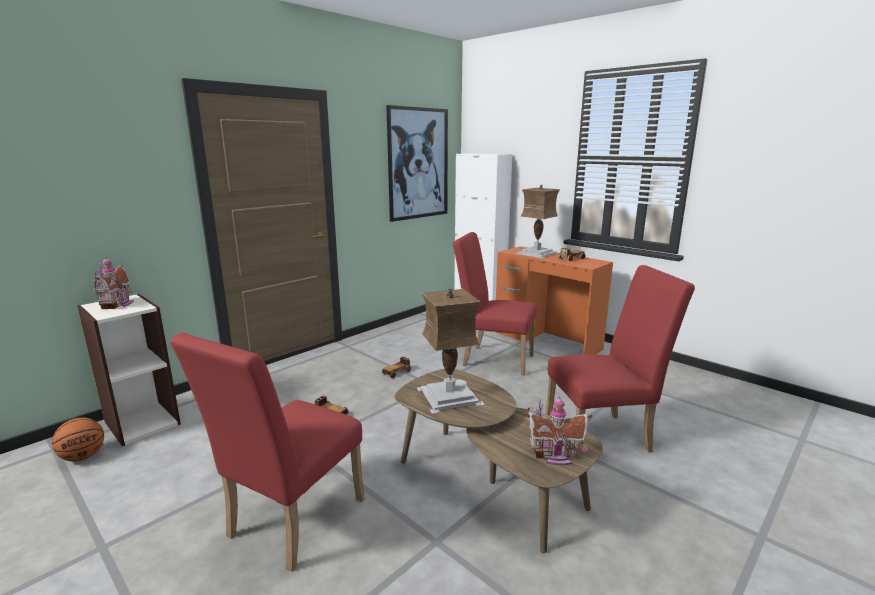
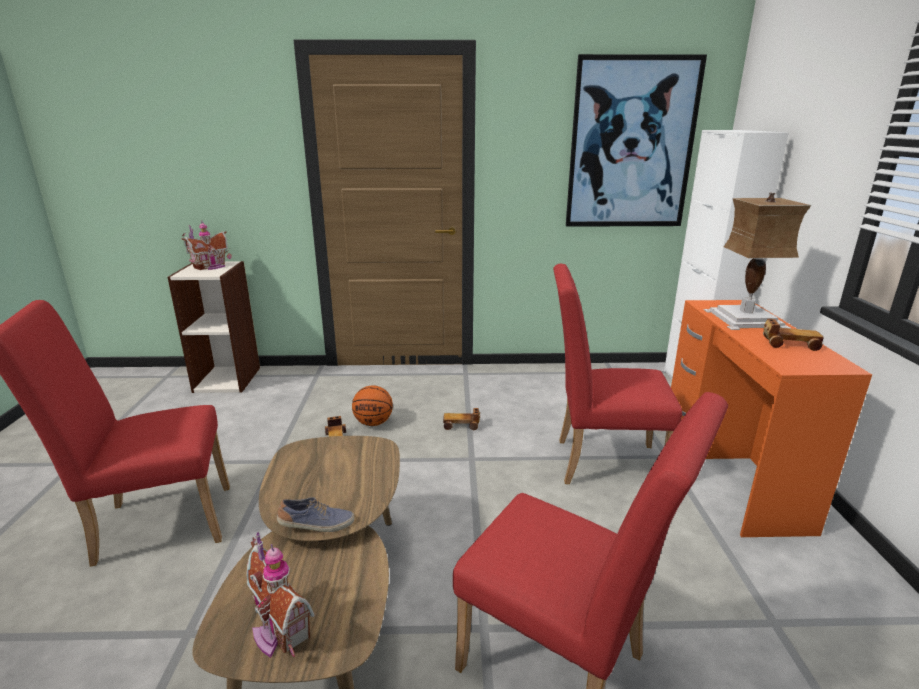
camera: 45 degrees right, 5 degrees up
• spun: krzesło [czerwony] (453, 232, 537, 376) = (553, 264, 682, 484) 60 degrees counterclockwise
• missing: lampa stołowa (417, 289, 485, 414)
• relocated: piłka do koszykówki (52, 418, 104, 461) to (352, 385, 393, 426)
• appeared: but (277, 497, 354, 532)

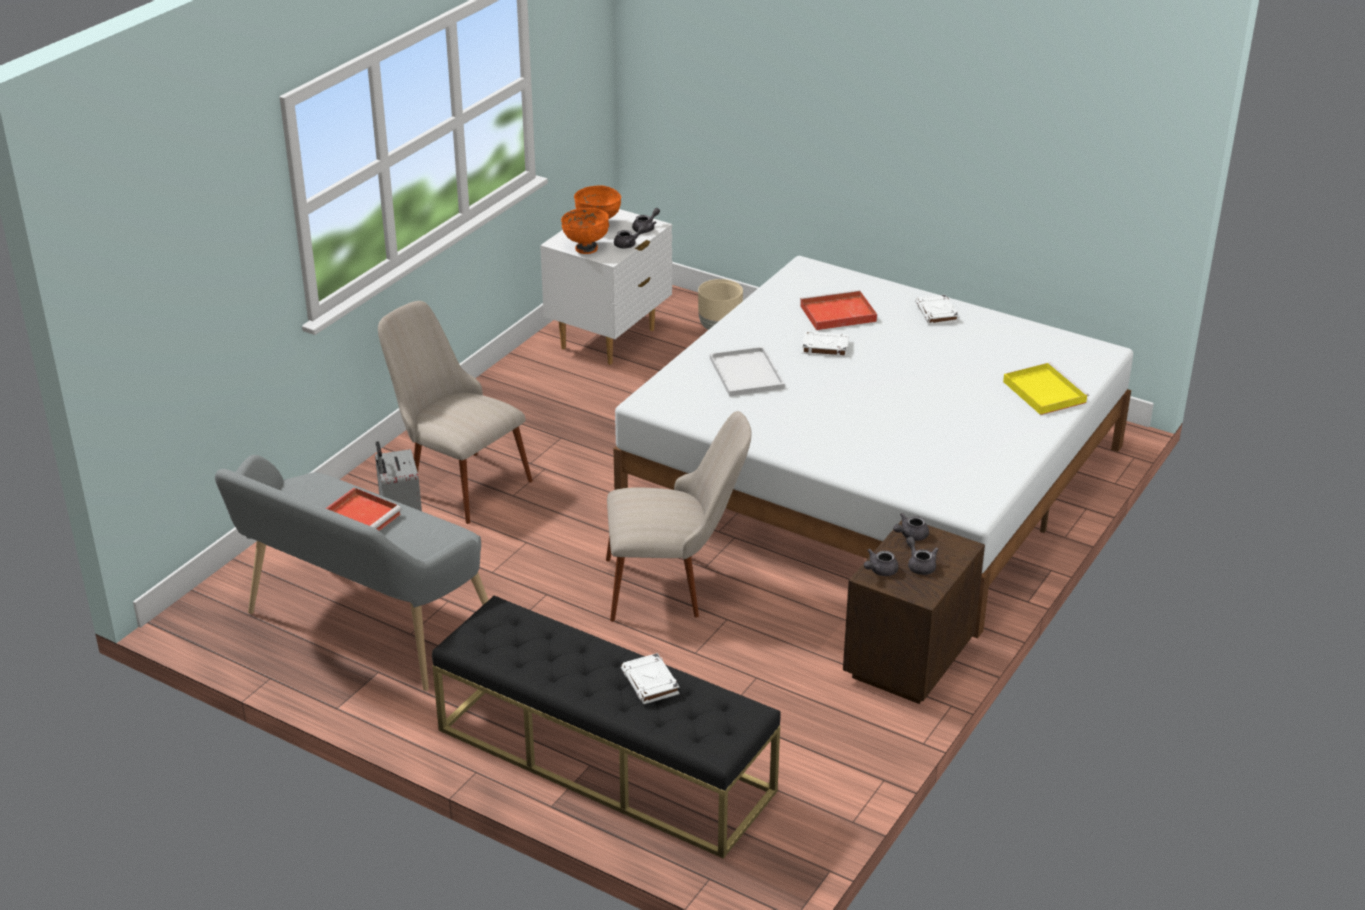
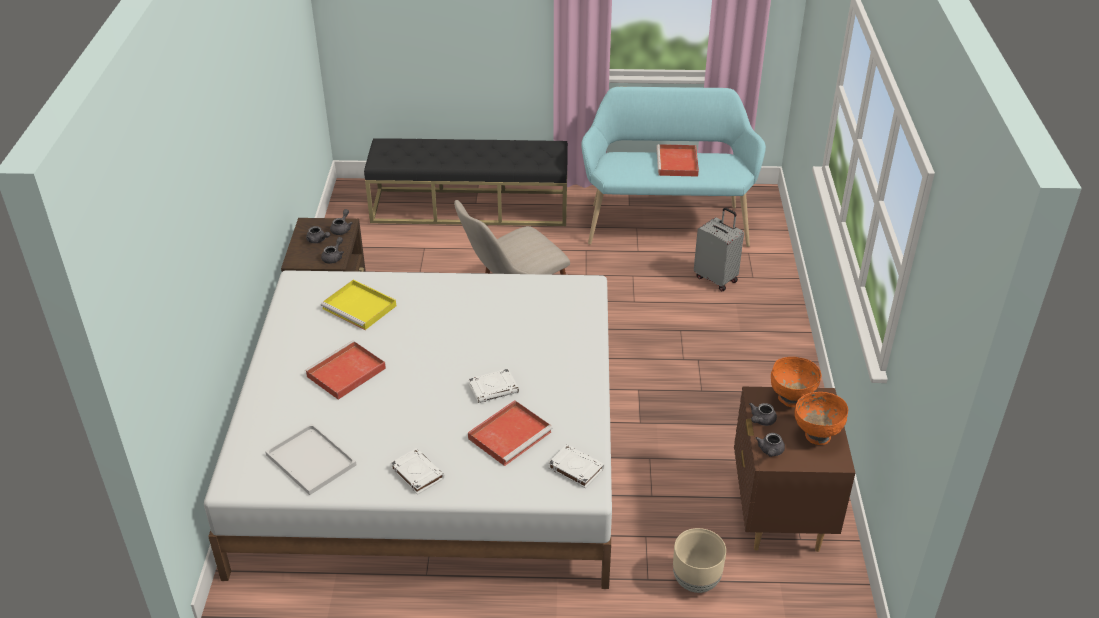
camera: 150 degrees right, 5 degrees up
• colour: szafka nocna [biały] (540, 209, 672, 365) to szafka nocna [brązowy] (734, 387, 855, 552)
• missing: krzesło [beżowy] (378, 301, 533, 524)
• relocated: taca [biały] (710, 347, 785, 396) to (265, 424, 356, 495)
• relocated: taca [żółty] (1003, 362, 1089, 415) to (321, 280, 396, 330)
• colour: ławka [szary] (215, 455, 489, 691) to ławka [turkusowy] (581, 87, 766, 247)
• relocated: książka [biały] (621, 653, 680, 704) to (548, 444, 605, 488)
• appeared: taca [czerwony] (305, 340, 386, 400)

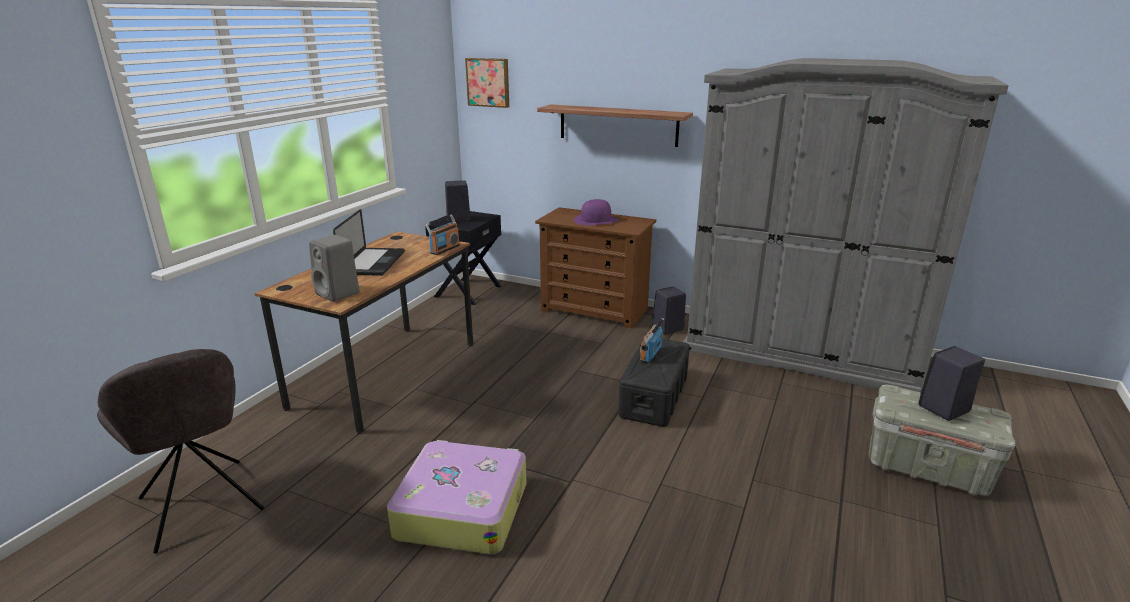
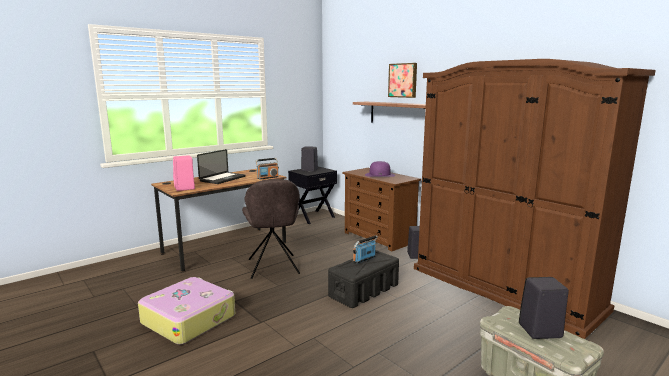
camera: 25 degrees right, 10 degrees down
• relocated: obraz (465, 58, 509, 108) to (388, 63, 417, 98)
• colour: szafa [szary] (683, 58, 1009, 392) to szafa [brązowy] (414, 59, 656, 339)
• colour: głośnik [szary] (309, 235, 360, 302) to głośnik [różowy] (173, 155, 195, 191)
• relocated: krzesło [szary] (97, 349, 264, 554) to (242, 179, 300, 279)

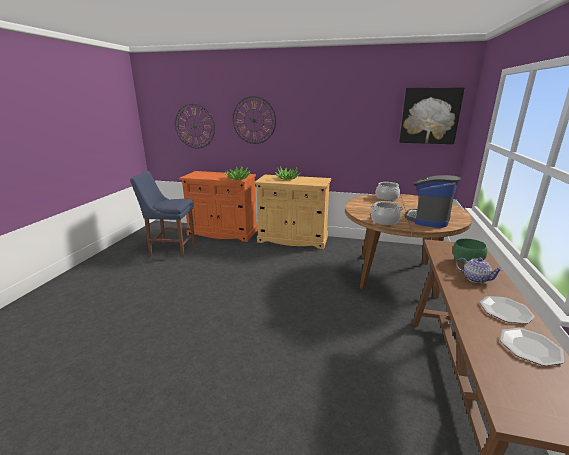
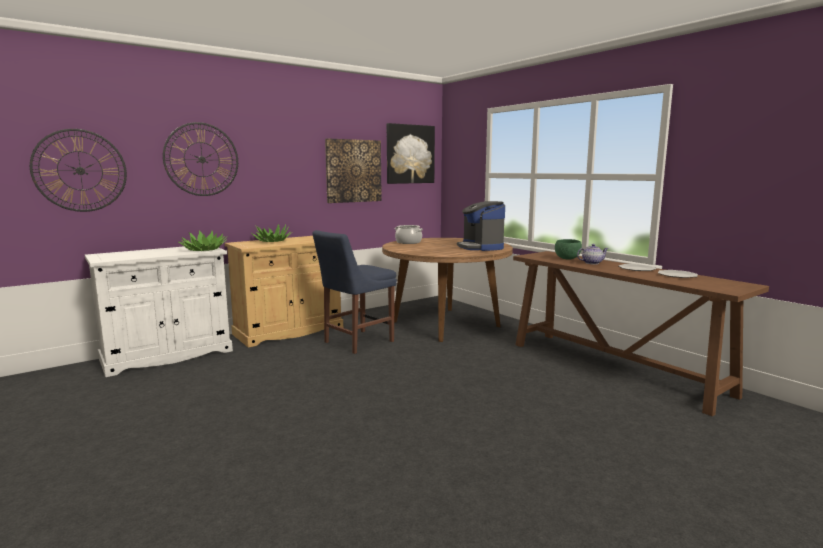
camera: 50 degrees left, 10 degrees down
• relocated: krzesło [niebieski] (130, 171, 195, 257) to (312, 230, 397, 354)
• colour: szafka [pomarańczowy] (179, 171, 257, 242) to szafka [biały] (85, 246, 233, 377)
• missing: garnek (370, 201, 404, 225)
• appeared: obraz (325, 138, 382, 203)

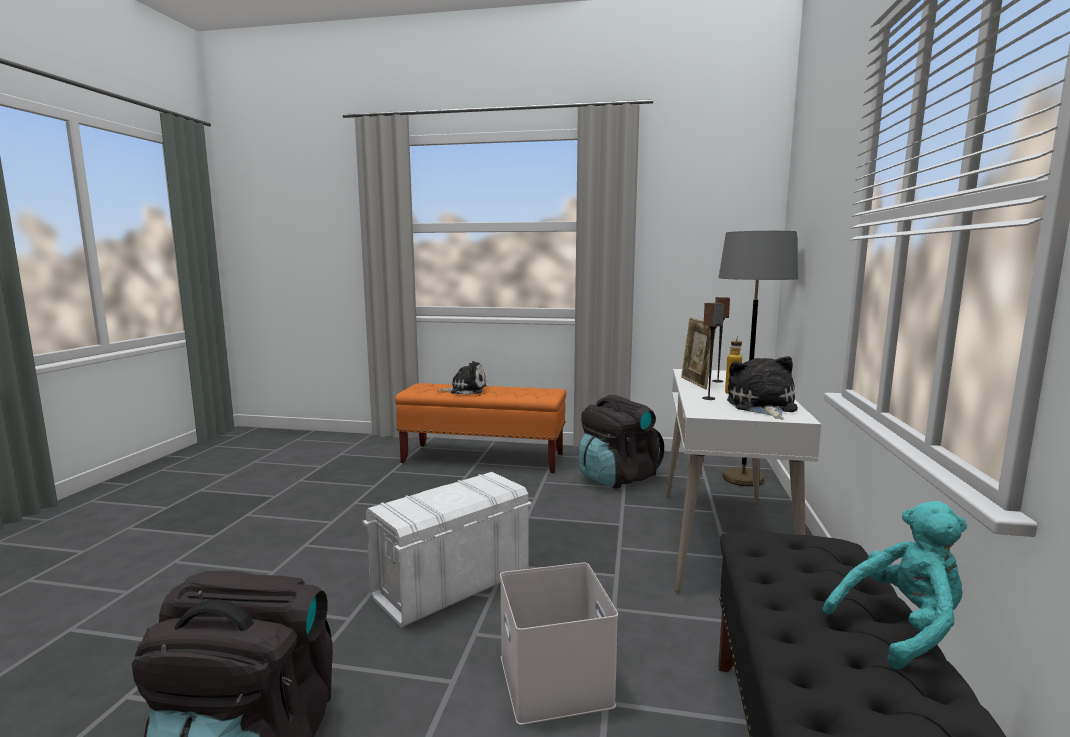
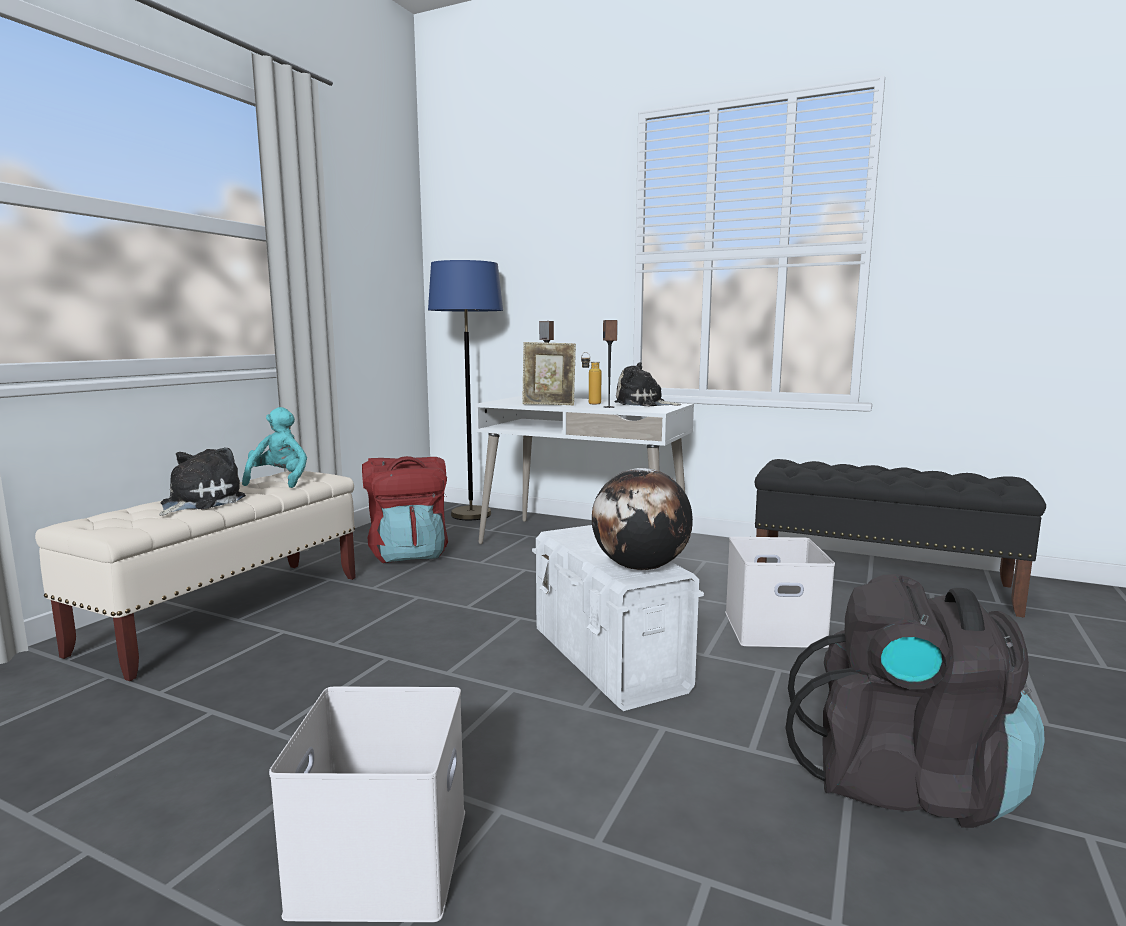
camera: 75 degrees left, 0 degrees up
• colour: lampa stojąca [szary] (718, 231, 798, 486) to lampa stojąca [niebieski] (428, 260, 503, 520)
• colour: ławka [pomarańczowy] (395, 383, 566, 473) to ławka [beżowy] (35, 471, 356, 681)
• colour: plecak [czarny] (579, 395, 664, 489) to plecak [czerwony] (362, 456, 448, 563)
• relocated: pluszak [turkusowy] (823, 501, 967, 669) to (242, 407, 307, 488)
• appeared: globus (592, 468, 693, 570)
• appeared: pojemnik do przechowywania [biały] (269, 687, 465, 922)

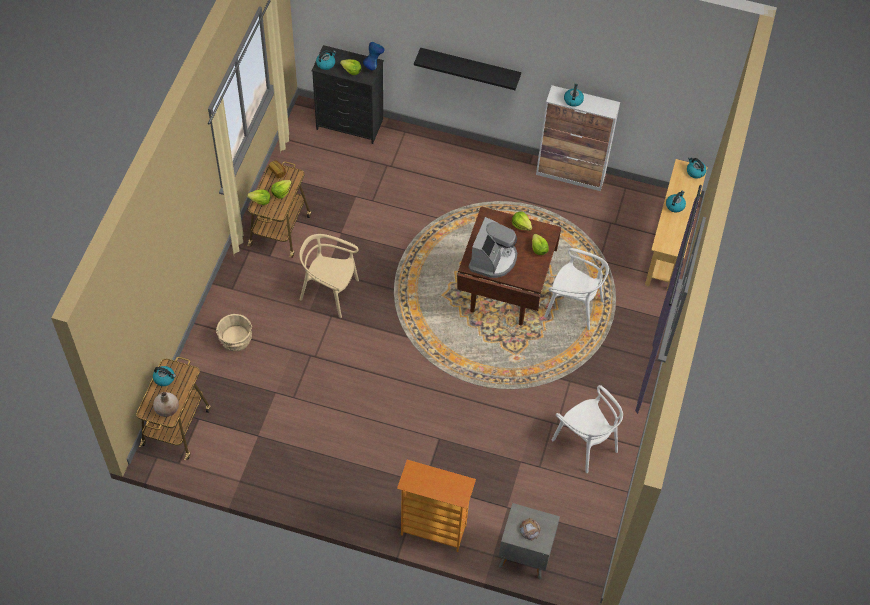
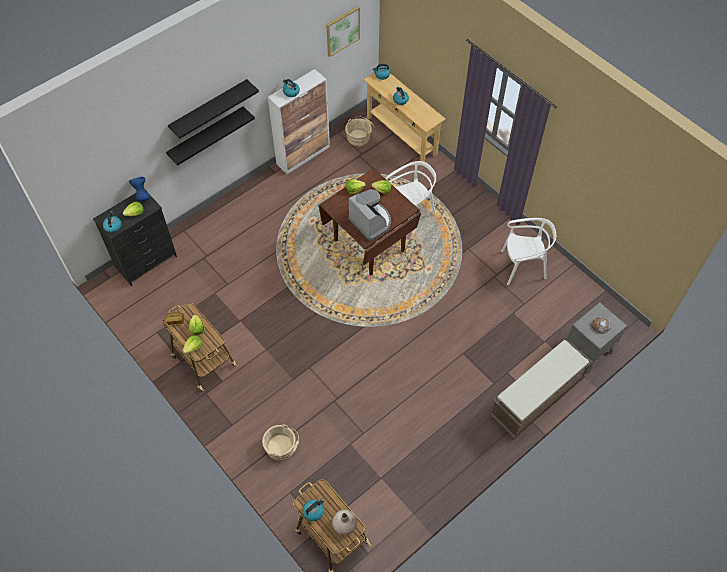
camera: 55 degrees left, 0 degrees up
• missing: krzesło [beżowy] (299, 234, 359, 318)
• exchanged: regał (397, 460, 476, 552) to ławka [brązowy] (489, 338, 593, 440)
• appeared: obraz (326, 6, 360, 57)
• appeared: półka [czarny] (168, 79, 259, 139)
• appeared: wiadro [beżowy] (345, 116, 375, 146)

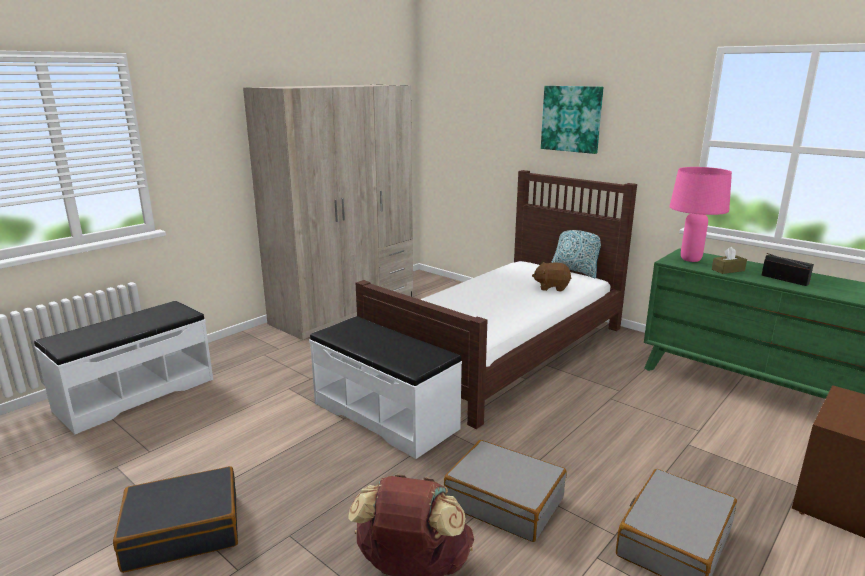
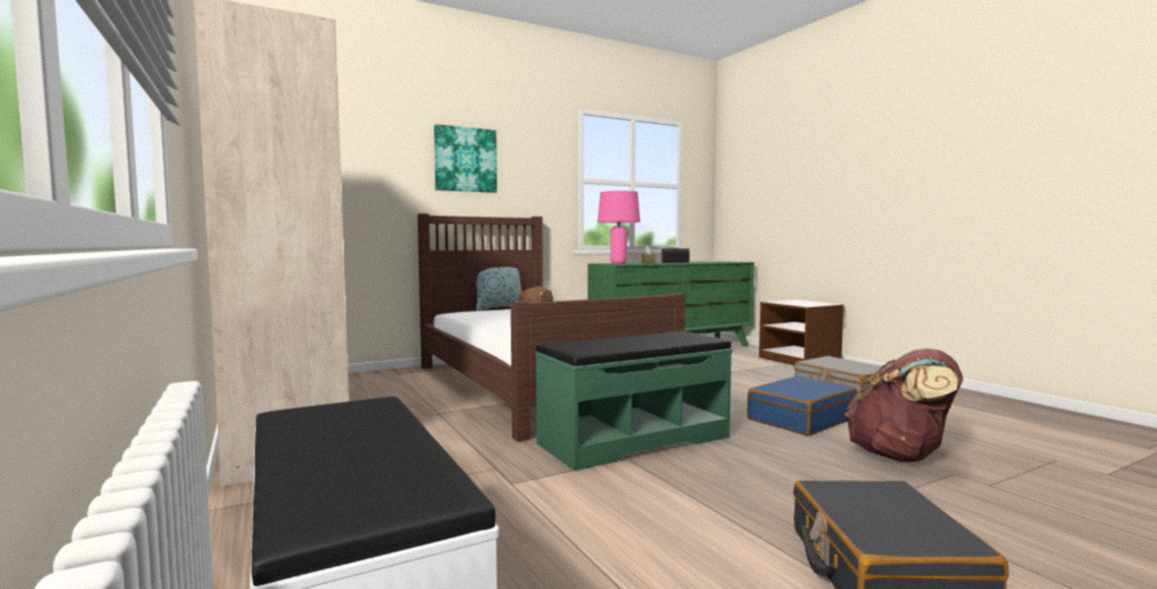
camera: 70 degrees left, 15 degrees down
• colour: ławka [biały] (309, 316, 462, 459) to ławka [zielony] (535, 331, 732, 471)
• colour: walizka [szary] (444, 440, 567, 542) to walizka [niebieski] (747, 376, 857, 436)

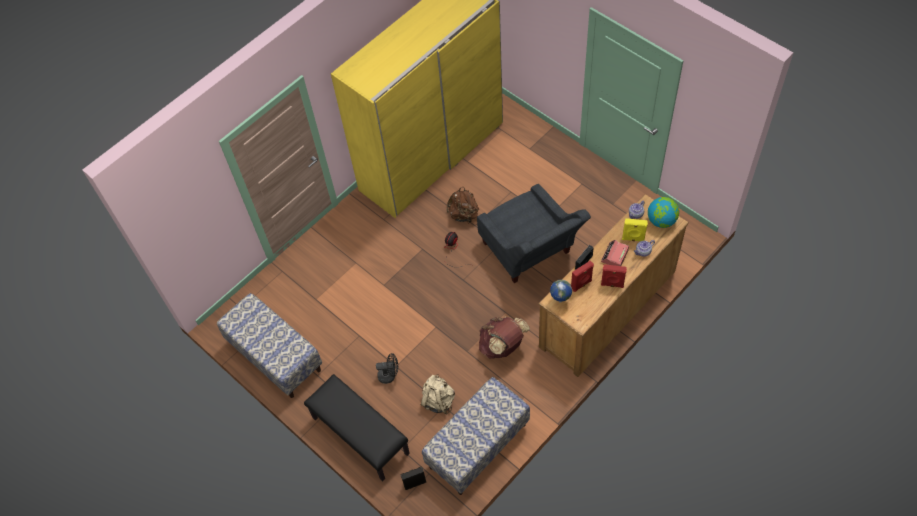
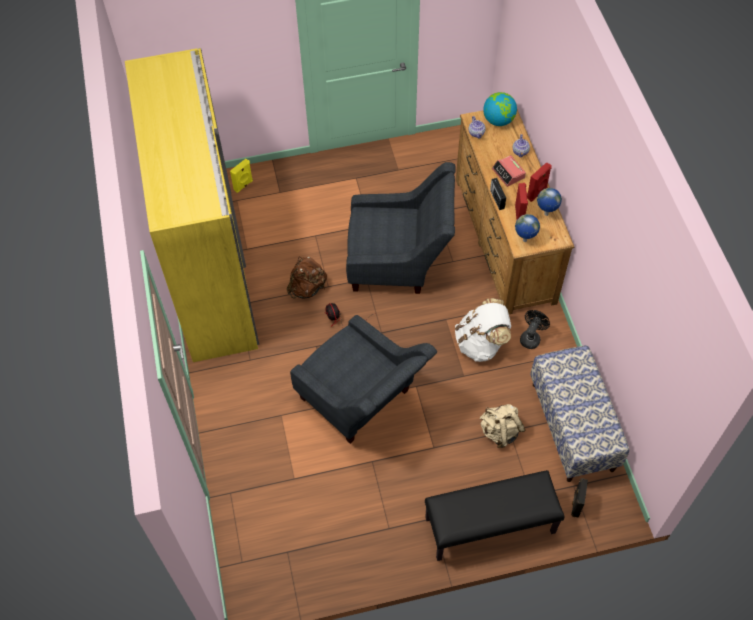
camera: 60 degrees left, 0 degrees up
• relocated: głośnik [żółty] (622, 218, 648, 241) to (230, 159, 253, 193)
• missing: ławka (217, 293, 322, 398)
• colour: plecak [brązowy] (479, 317, 530, 359) to plecak [biały] (455, 298, 511, 362)
• relocated: wentylator [czarny] (376, 353, 398, 384) to (520, 310, 550, 349)
• appeared: globus (537, 188, 562, 216)
• appeared: fotel [szary] (290, 315, 437, 444)

